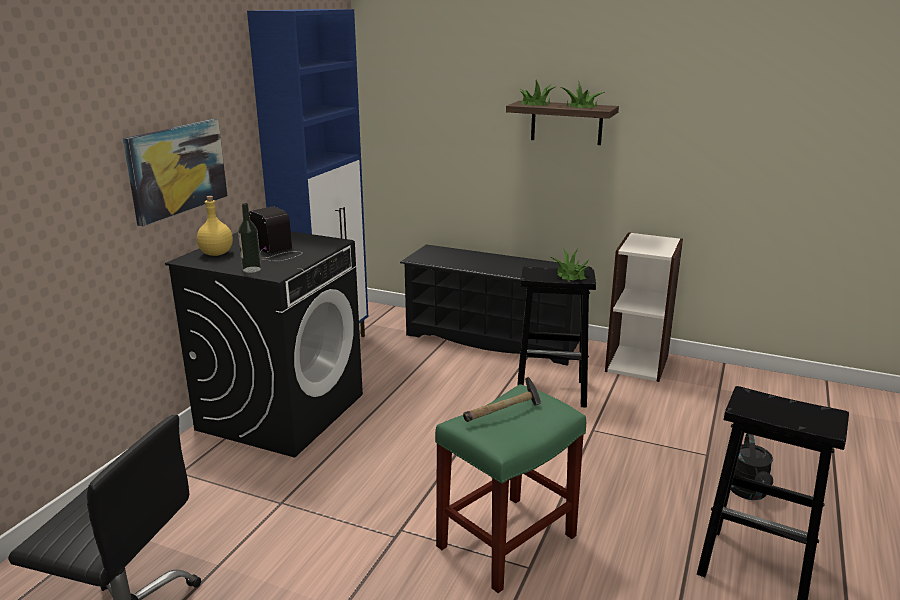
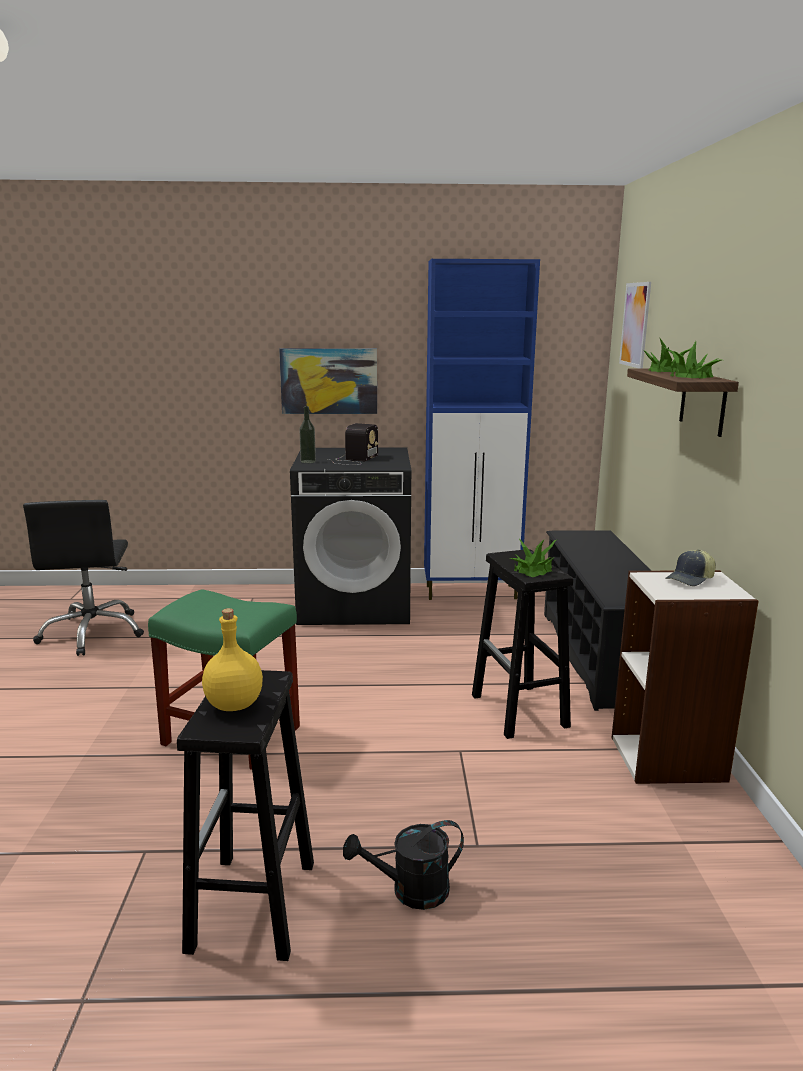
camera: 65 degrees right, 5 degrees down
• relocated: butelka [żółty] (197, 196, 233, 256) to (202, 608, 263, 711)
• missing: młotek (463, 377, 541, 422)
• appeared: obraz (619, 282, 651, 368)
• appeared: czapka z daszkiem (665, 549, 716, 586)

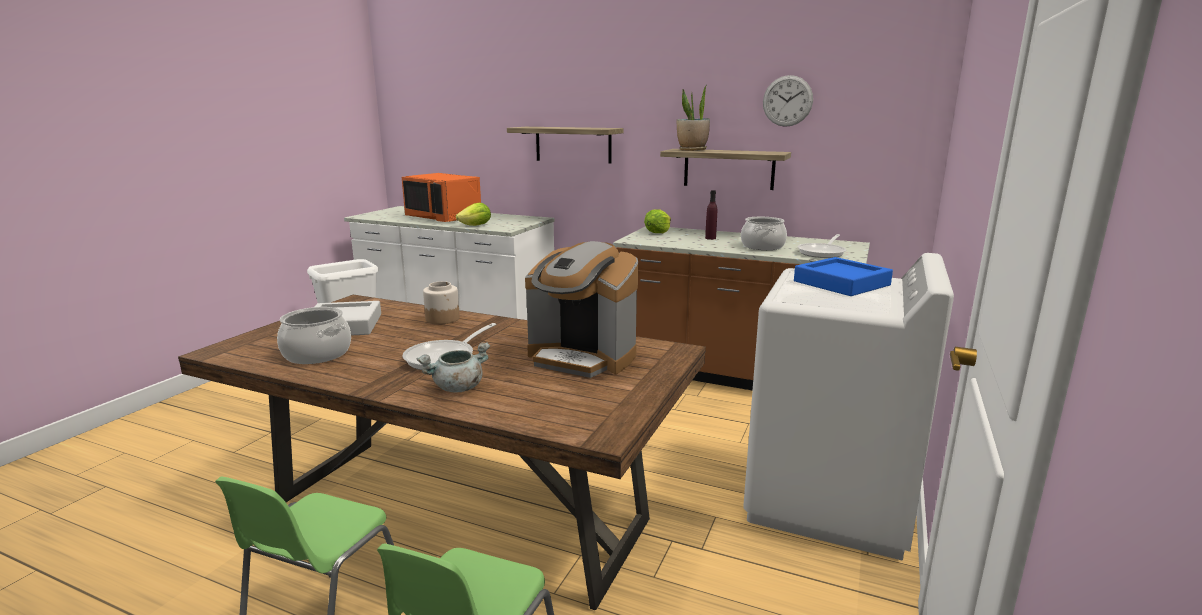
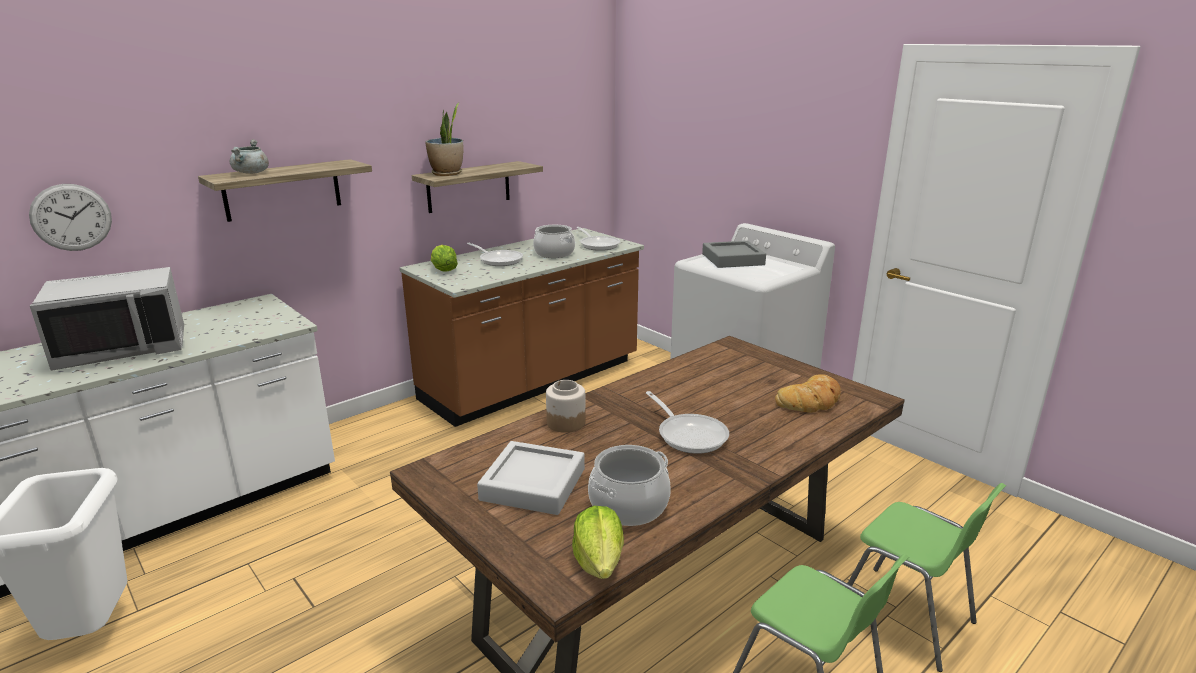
camera: 65 degrees left, 5 degrees up
• relocated: zegar ścienny (763, 75, 813, 127) to (29, 184, 112, 251)
• colour: mikrofalówka [pomarańczowy] (402, 173, 481, 222) to mikrofalówka [szary] (30, 267, 184, 371)
• exchanged: butelka [fioletowy] (705, 190, 717, 240) to patelnia (467, 243, 523, 266)
• relocated: sałata (456, 203, 491, 226) to (572, 506, 624, 579)
• missing: ekspres do kawy (525, 241, 638, 378)
• colour: taca [niebieski] (794, 257, 893, 296) to taca [szary] (702, 241, 766, 268)
• relocated: garnek [szary] (417, 342, 490, 393) to (230, 139, 269, 174)
• appeared: chleb (775, 374, 841, 412)

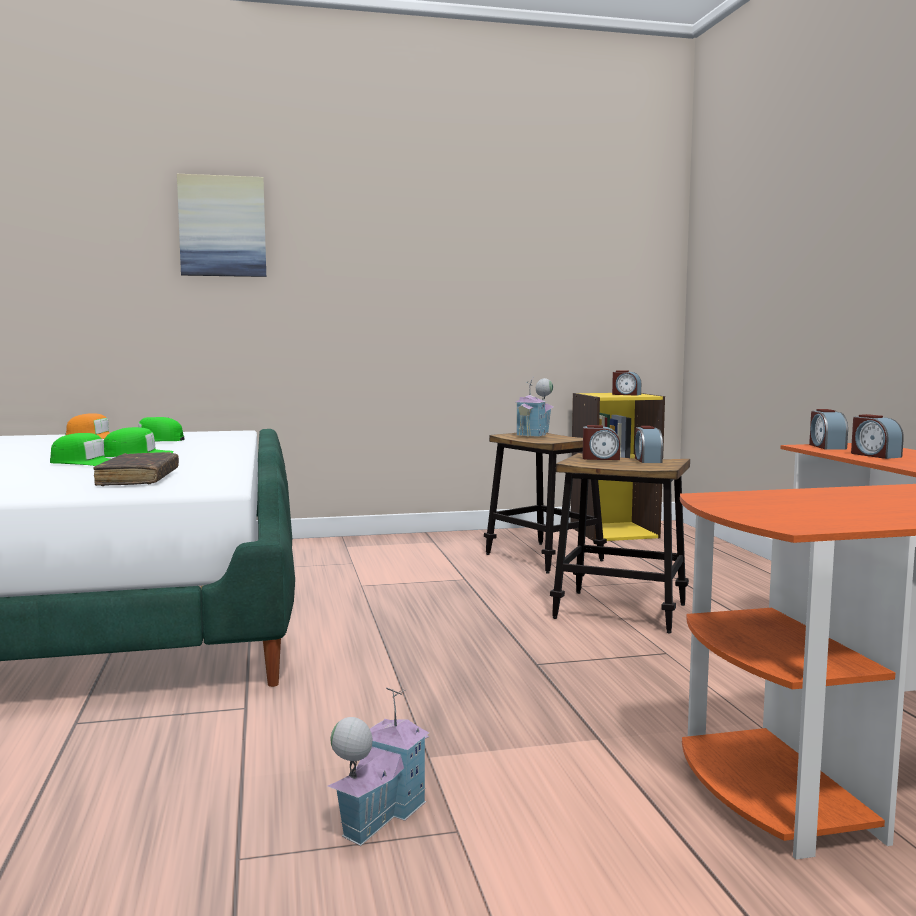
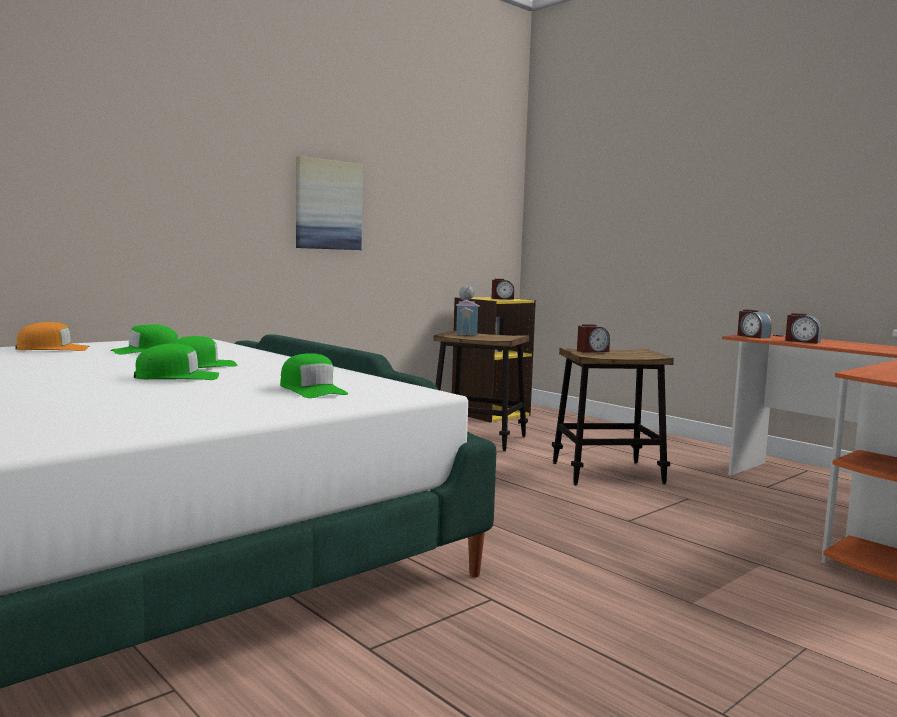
camera: 30 degrees left, 0 degrees up
• relocated: obraz (177, 174, 266, 277) to (296, 156, 363, 250)
• missing: budzik (635, 426, 663, 463)
• exchanged: książka [brązowy] (93, 452, 179, 486) to czapka z daszkiem [zielony] (280, 353, 348, 398)
• missing: domek (328, 688, 429, 846)

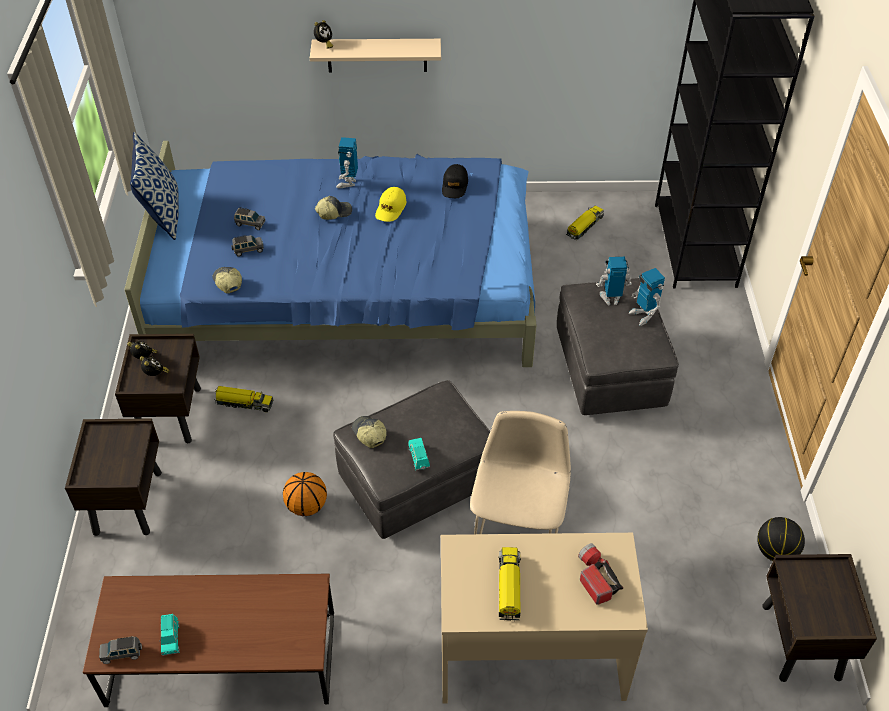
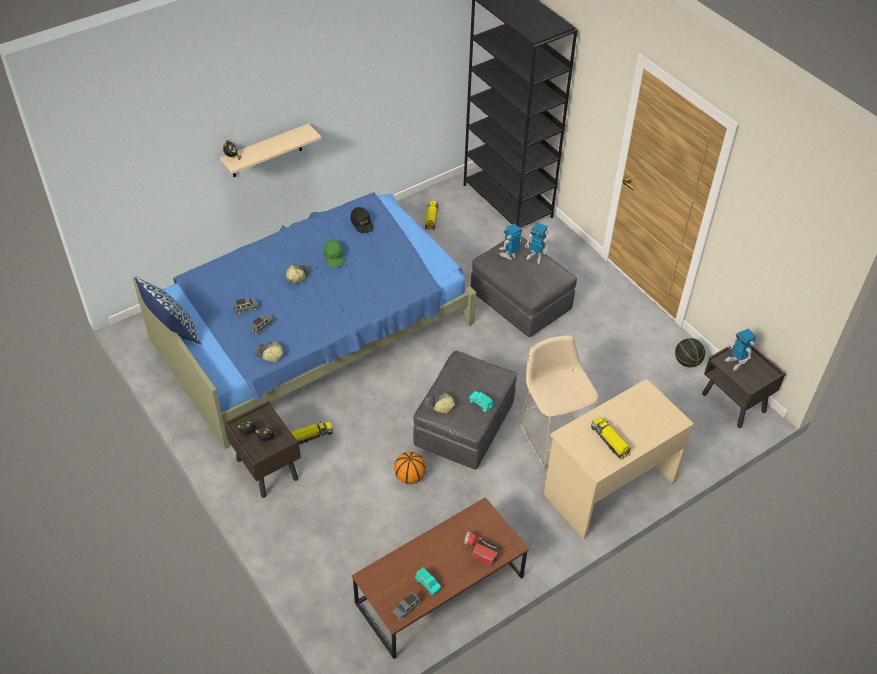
camera: 35 degrees left, 0 degrees up
• relocated: robot zabawkowy (336, 137, 358, 188) to (725, 328, 756, 371)
• colour: czapka z daszkiem [żółty] (375, 187, 406, 222) to czapka z daszkiem [zielony] (324, 240, 344, 267)
• missing: szafka nocna [brązowy] (65, 419, 162, 536)
• relocated: latarka (578, 543, 623, 605) to (464, 531, 501, 566)

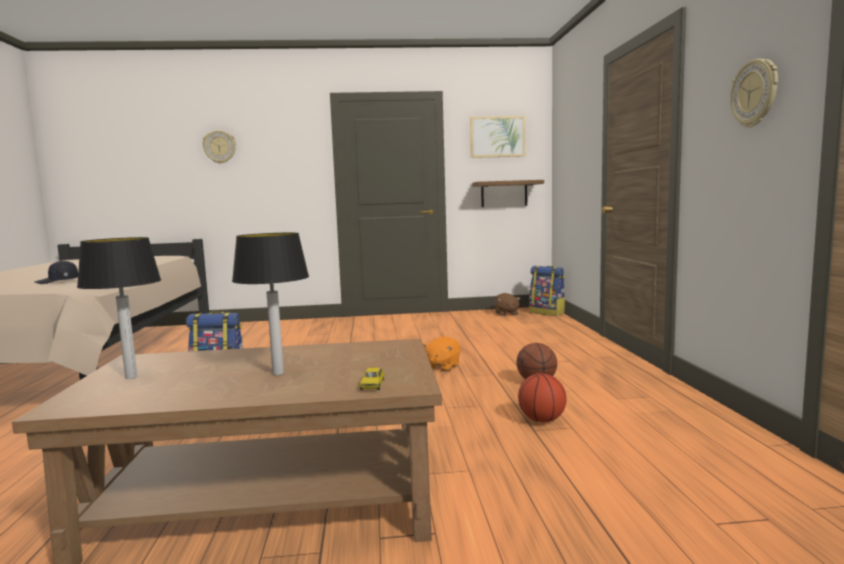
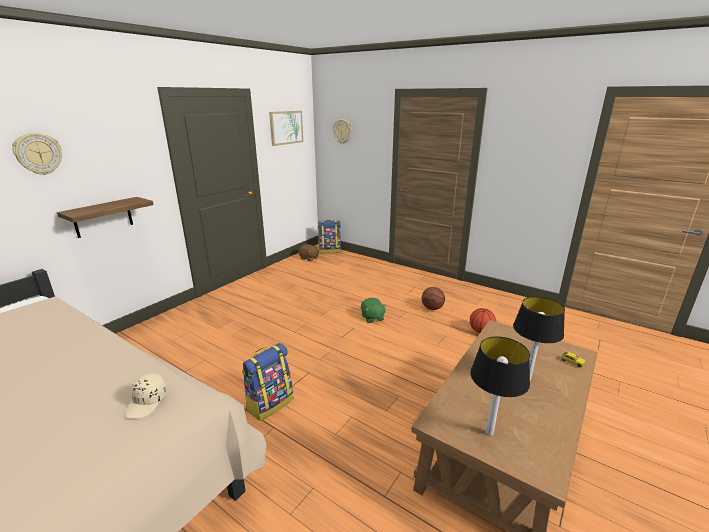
camera: 50 degrees left, 15 degrees up
• relocated: zegar ścienny (730, 59, 778, 128) to (333, 119, 352, 144)
• relocated: półka (472, 180, 544, 207) to (57, 197, 154, 238)
• colour: czapka z daszkiem [czarny] (34, 260, 78, 284) to czapka z daszkiem [beżowy] (124, 373, 167, 418)
• colour: pluszak [pomarańczowy] (423, 336, 461, 372) to pluszak [zielony] (361, 298, 387, 323)

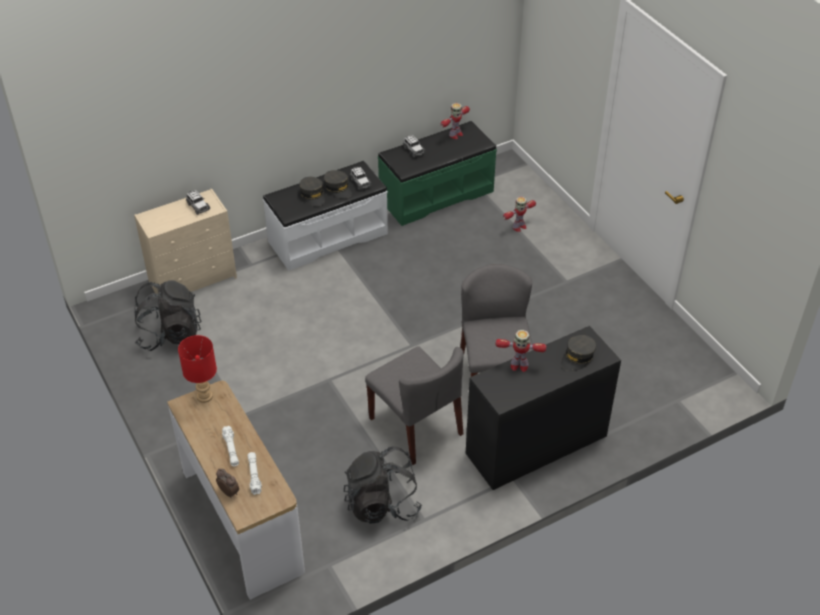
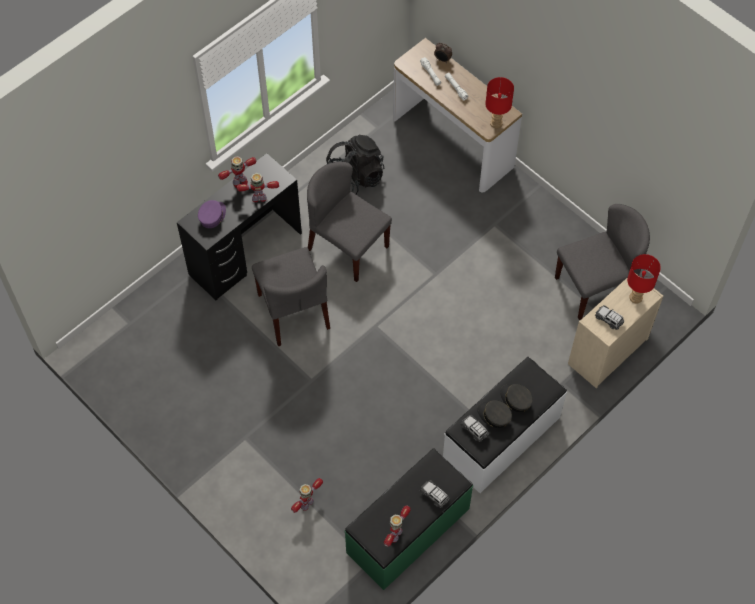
camera: 165 degrees right, 15 degrees up
• exchanged: plecak [czarny] (134, 280, 202, 351) to krzesło [szary] (555, 204, 650, 320)
• colour: czapka z daszkiem [szary] (561, 335, 596, 371) to czapka z daszkiem [fioletowy] (198, 200, 226, 228)
• appeared: robot zabawkowy (218, 156, 257, 188)
• appeared: lampa stołowa [czerwony] (627, 254, 661, 303)

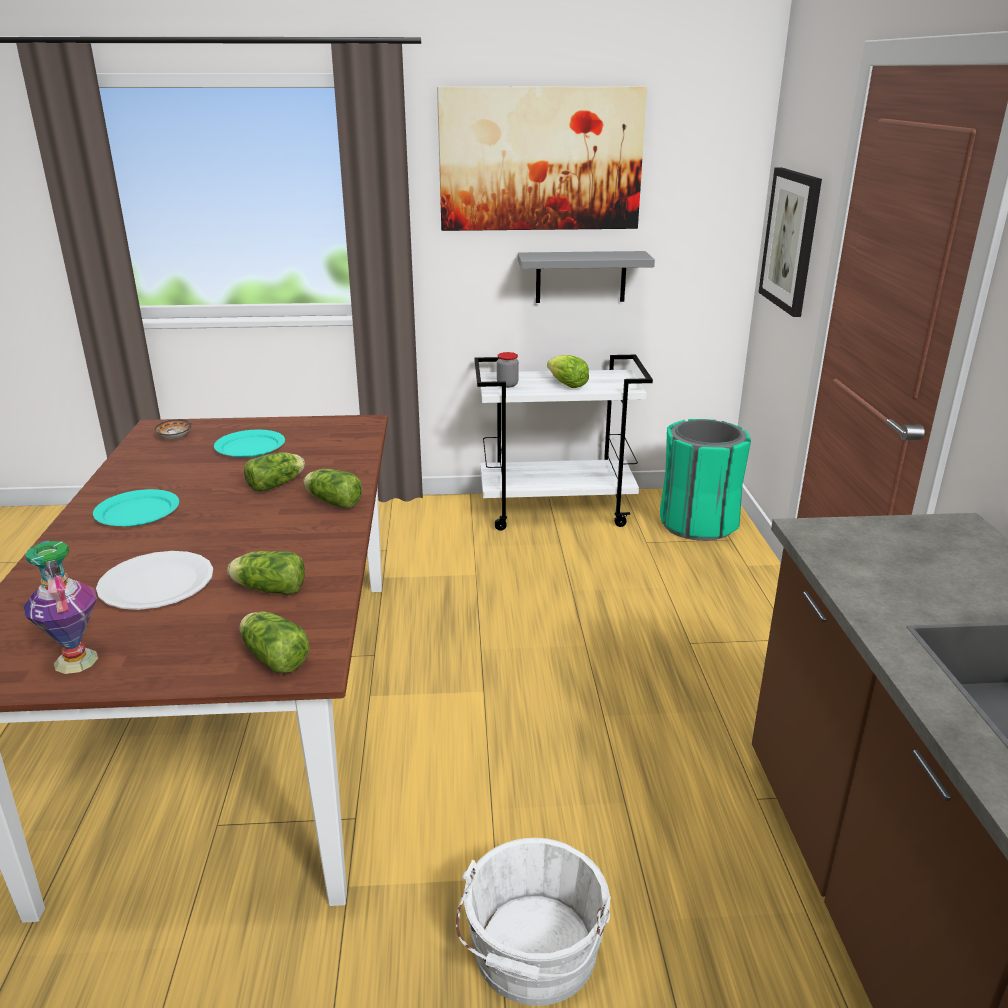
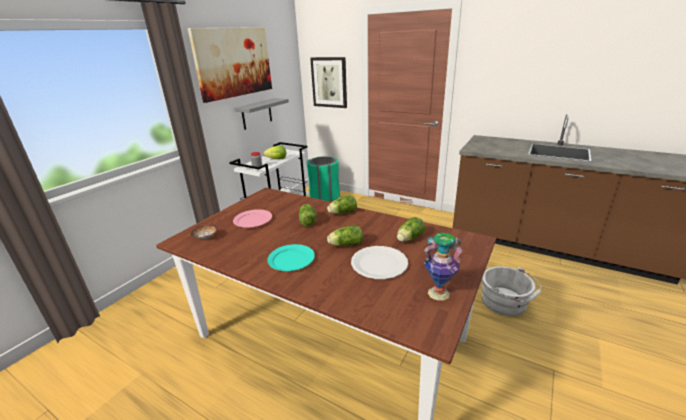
camera: 55 degrees left, 0 degrees up
• colour: talerz [turkusowy] (214, 430, 285, 458) to talerz [różowy] (233, 209, 272, 228)
• relocated: sałata (240, 611, 310, 673) to (327, 225, 363, 246)

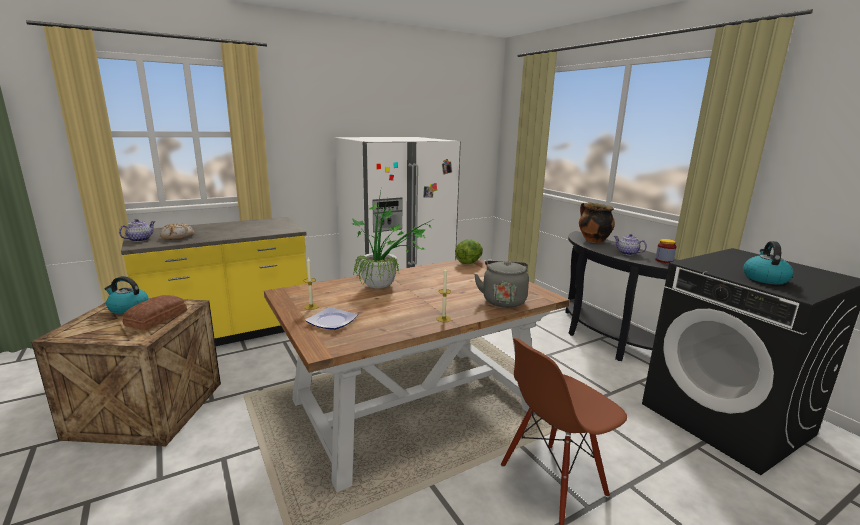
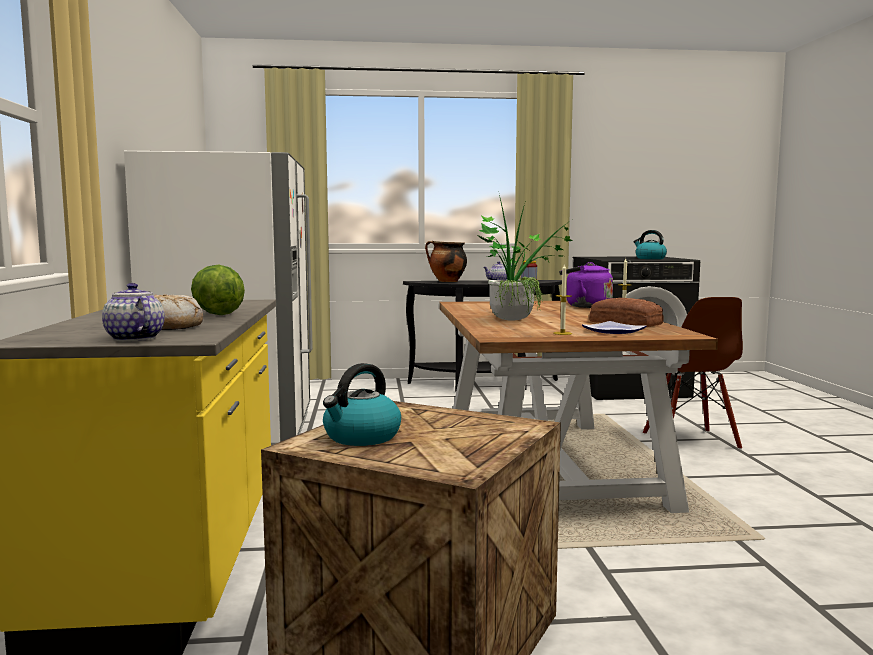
camera: 65 degrees left, 10 degrees down
• relocated: sałata (455, 239, 483, 264) to (191, 264, 245, 315)
• colour: czajnik [szary] (474, 261, 529, 308) to czajnik [fioletowy] (559, 262, 613, 308)
• relocated: chleb (123, 295, 187, 330) to (589, 298, 664, 327)

